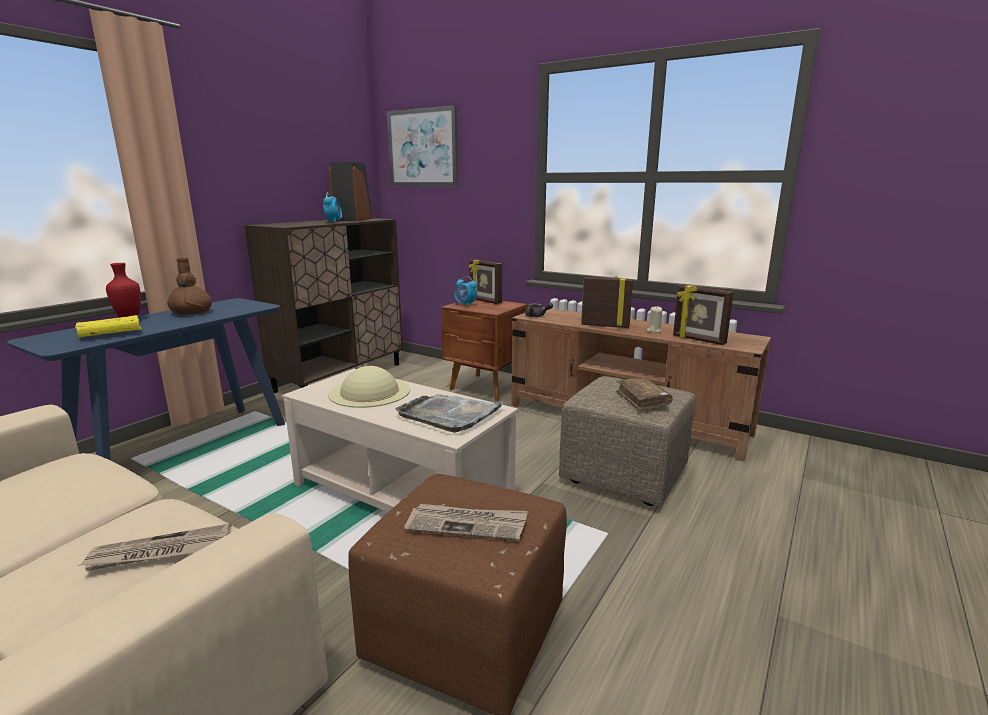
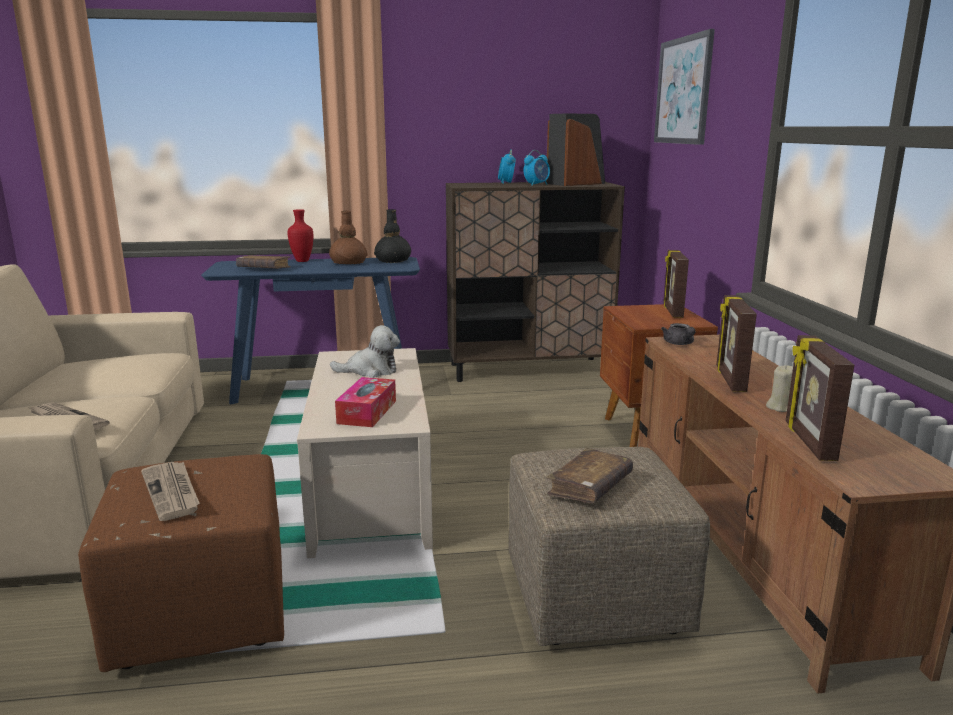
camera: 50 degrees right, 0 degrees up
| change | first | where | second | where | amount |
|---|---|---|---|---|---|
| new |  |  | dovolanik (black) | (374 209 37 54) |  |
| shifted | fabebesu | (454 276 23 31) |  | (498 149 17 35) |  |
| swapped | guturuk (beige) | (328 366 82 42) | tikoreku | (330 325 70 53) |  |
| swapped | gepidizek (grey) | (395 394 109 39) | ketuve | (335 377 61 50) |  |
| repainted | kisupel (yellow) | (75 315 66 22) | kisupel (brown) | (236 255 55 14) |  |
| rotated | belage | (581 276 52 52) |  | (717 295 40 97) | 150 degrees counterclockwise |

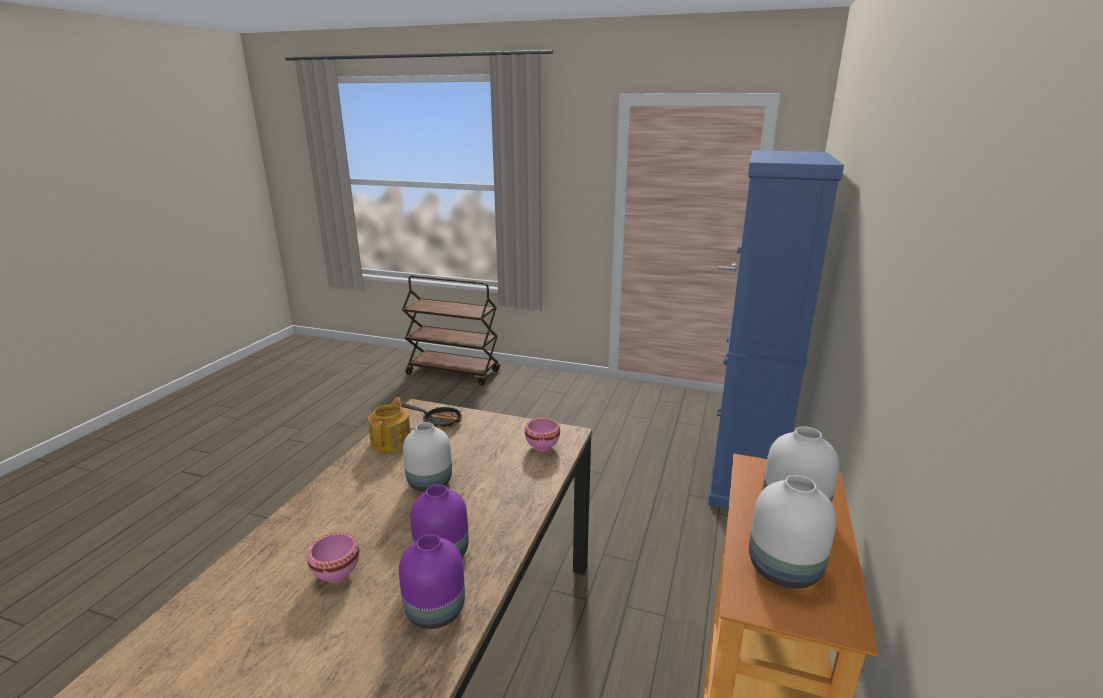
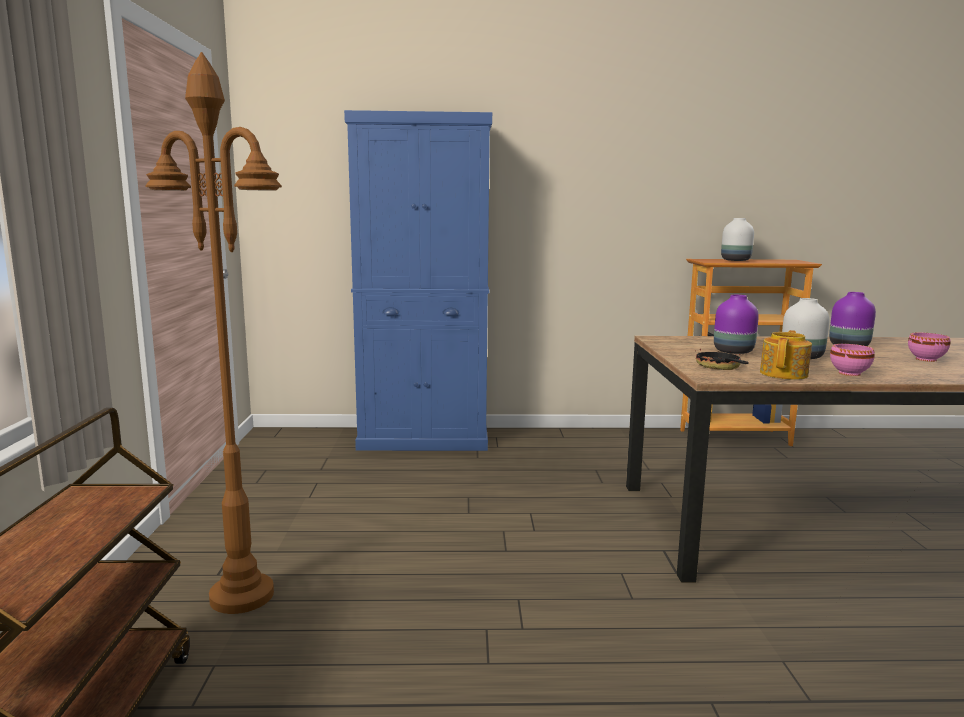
camera: 110 degrees left, 10 degrees down
| change | first | where | second | where | amount |
|---|---|---|---|---|---|
| gone | dovolanik (white) | (749 475 87 114) |  |  |  |
| new |  |  | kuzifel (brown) | (145 52 137 562) |  |
| shifted | dovolanik (purple) | (399 534 66 95) |  | (714 295 45 59) |  |
| shifted | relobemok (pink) | (525 418 35 34) |  | (830 344 45 32) |  |
| rotated | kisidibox | (368 398 43 55) |  | (760 330 52 50) | 135 degrees clockwise |

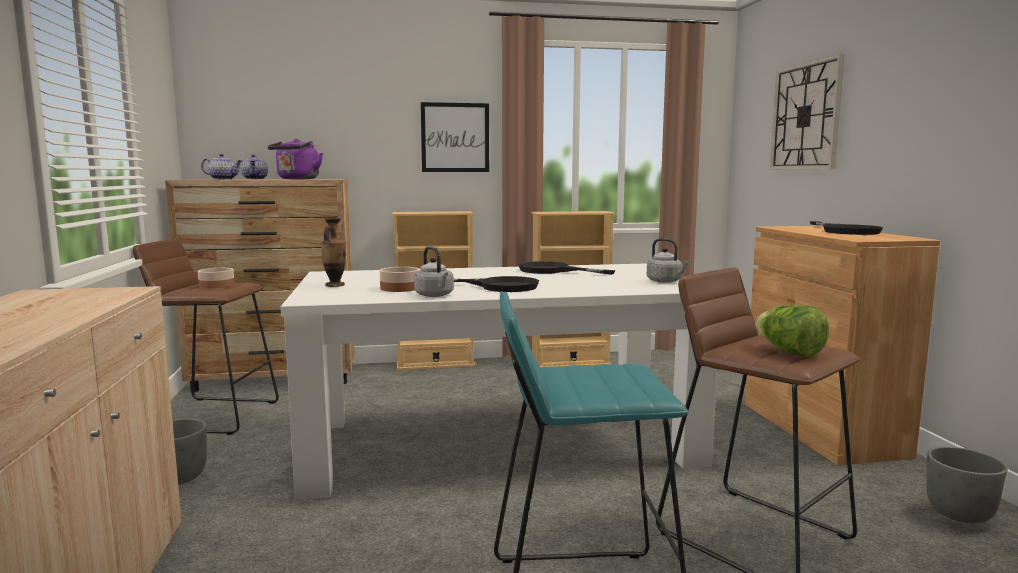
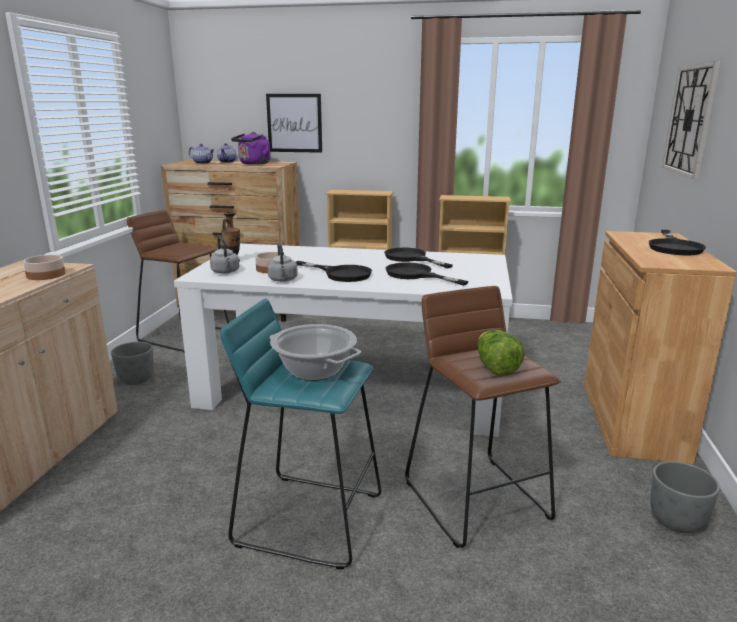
camera: 20 degrees right, 10 degrees up
| change | first | where | second | where | amount |
|---|---|---|---|---|---|
| new |  |  | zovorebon | (270 324 91 57) |  |
| new |  |  | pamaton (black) | (386 262 82 24) |  |
| shifted | relobemok | (198 268 36 20) |  | (23 255 42 25) |  |
| shifted | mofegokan | (421 102 68 70) |  | (266 94 56 59) |  |
| shifted | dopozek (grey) | (647 238 43 45) |  | (210 237 29 37) |  |

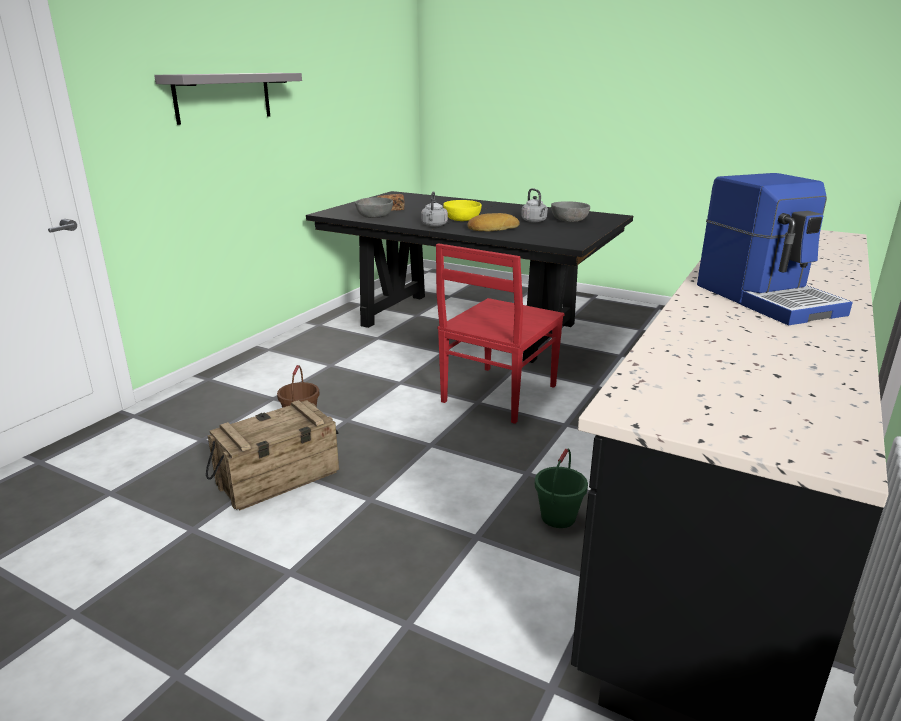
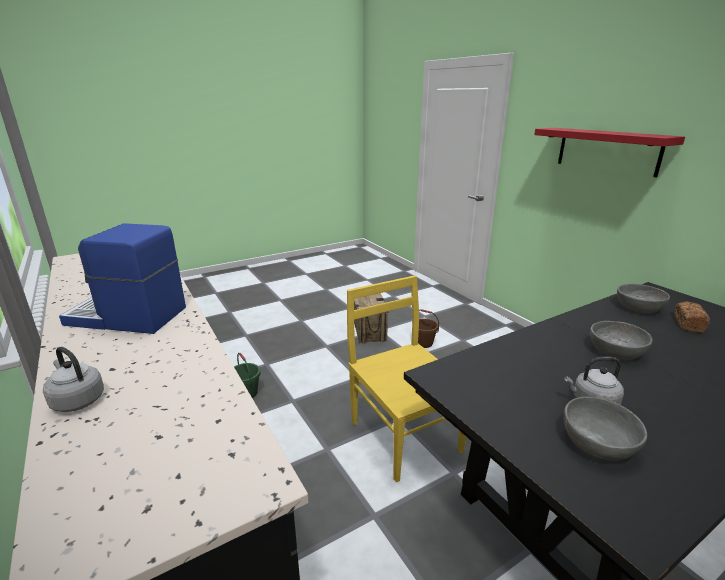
camera: 120 degrees right, 0 degrees up
| change | first | where | second | where | amount |
|---|---|---|---|---|---|
| gone | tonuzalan | (467 213 53 18) |  |  |  |
| shifted | dopozek (grey) | (421 191 27 36) |  | (43 347 61 65) |  |
| repainted | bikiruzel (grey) | (154 73 148 52) | bikiruzel (red) | (534 128 151 50) |  |
| repainted | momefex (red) | (436 243 128 181) | momefex (yellow) | (347 275 119 207) |  |
| repainted | relobemok (yellow) | (443 200 39 21) | relobemok (grey) | (590 321 62 39) |  |

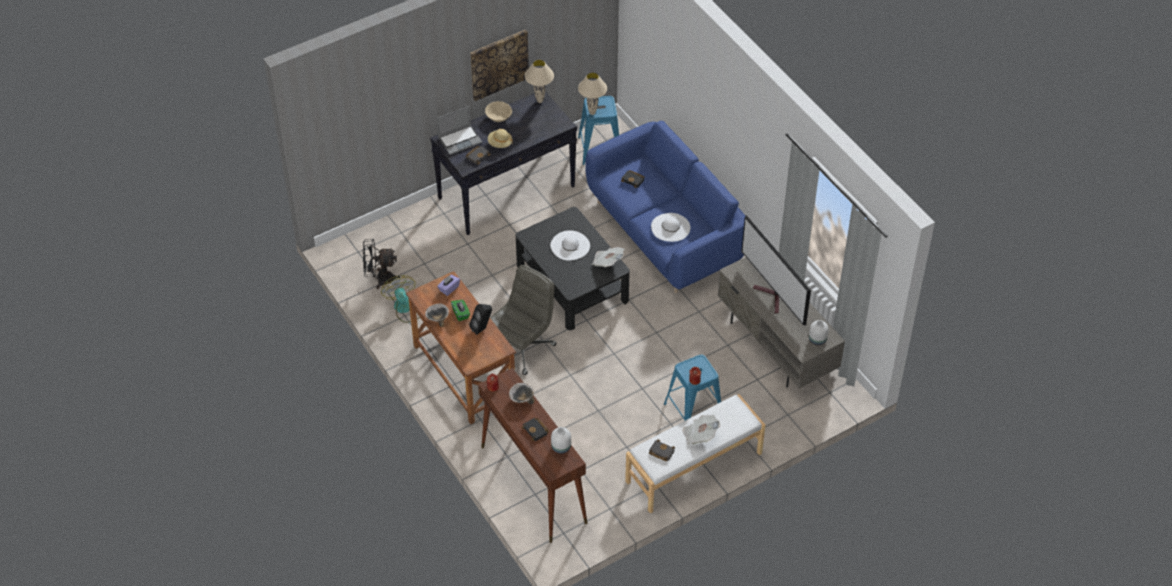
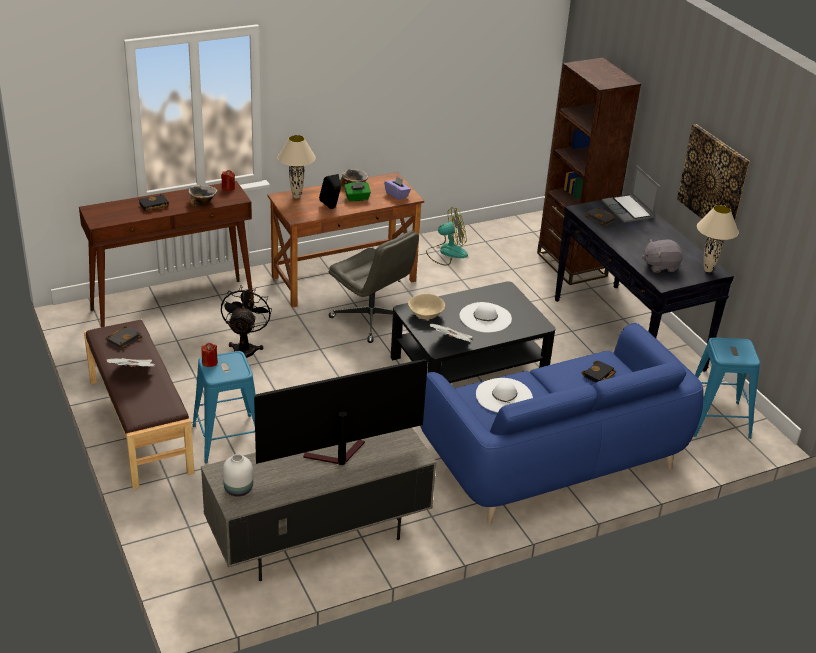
camera: 95 degrees right, 15 degrees down
| change | first | where | second | where | amount |
|---|---|---|---|---|---|
| gone | guturuk (beige) | (488 129 25 19) |  |  |  |
| gone | dovolanik (white) | (551 427 20 27) |  |  |  |
| new |  |  | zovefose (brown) | (537 57 104 228) |  |
| new |  |  | tikoreku (grey) | (642 239 41 34) |  |
| shifted | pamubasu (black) | (362 239 39 50) |  | (221 285 51 73) |  |
| shifted | relobemok (beige) | (485 101 27 21) |  | (408 294 37 26) |  |
| shifted | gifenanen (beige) | (578 72 29 43) |  | (278 135 38 63) |  |
| repainted | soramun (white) | (625 394 140 120) | soramun (brown) | (84 320 110 169) |  |

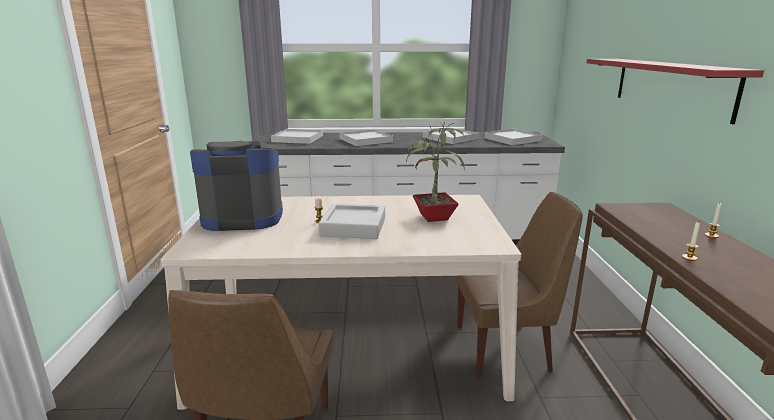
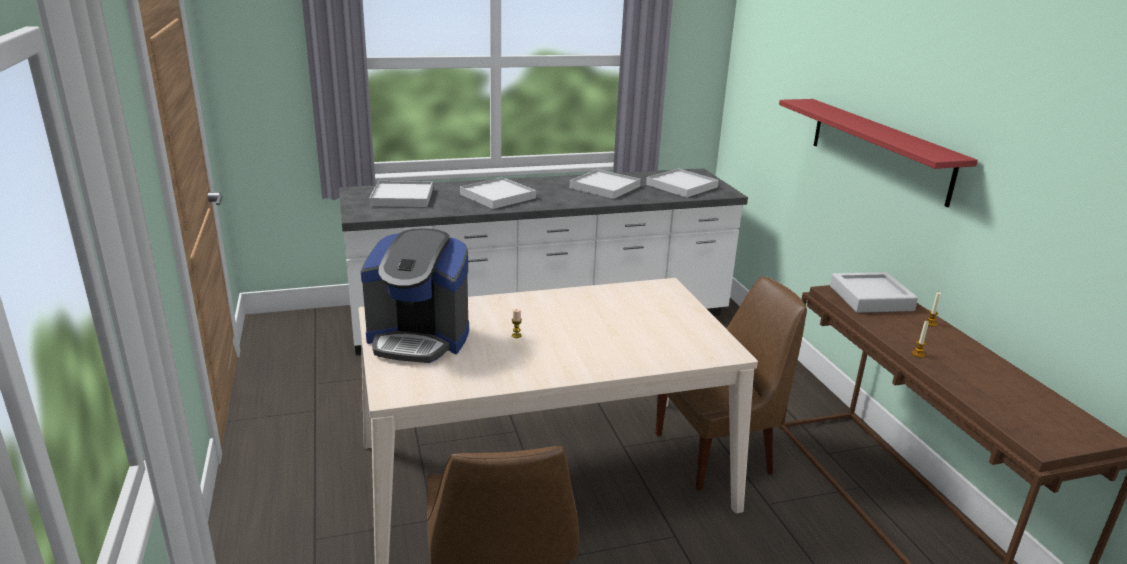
camera: 15 degrees left, 5 degrees up
| change | first | where | second | where | amount |
|---|---|---|---|---|---|
| gone | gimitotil | (406 122 59 100) |  |  |  |
| shifted | gepidizek (grey) | (318 204 67 35) |  | (830 272 88 41) |  |
| rotated | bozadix | (190 141 93 90) |  | (361 228 108 135) | 150 degrees counterclockwise |

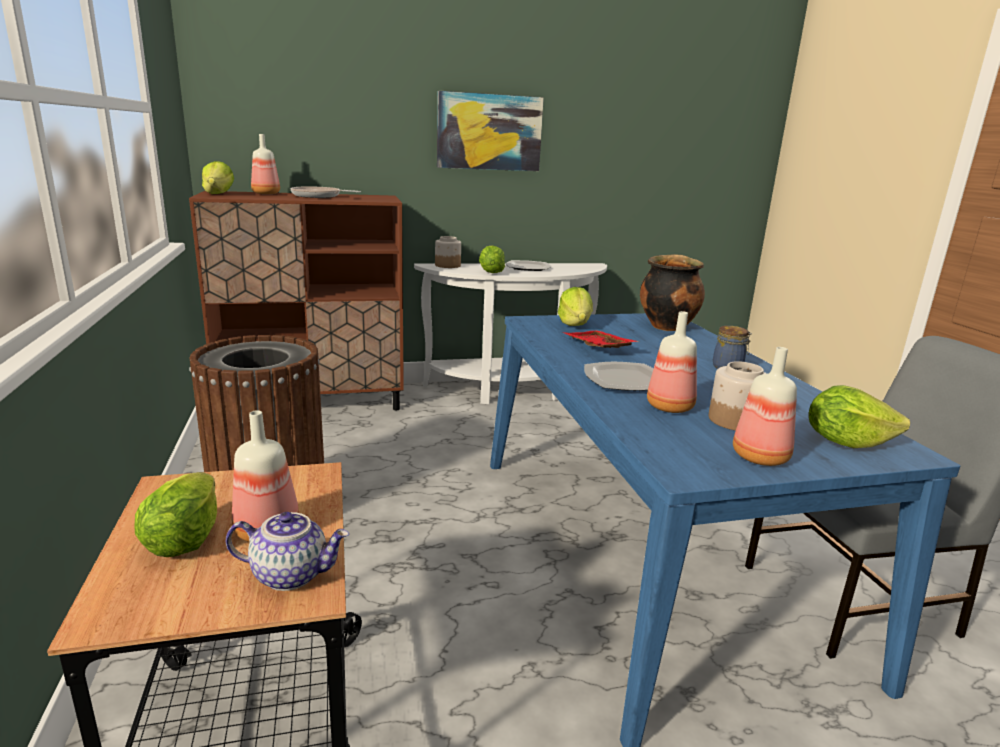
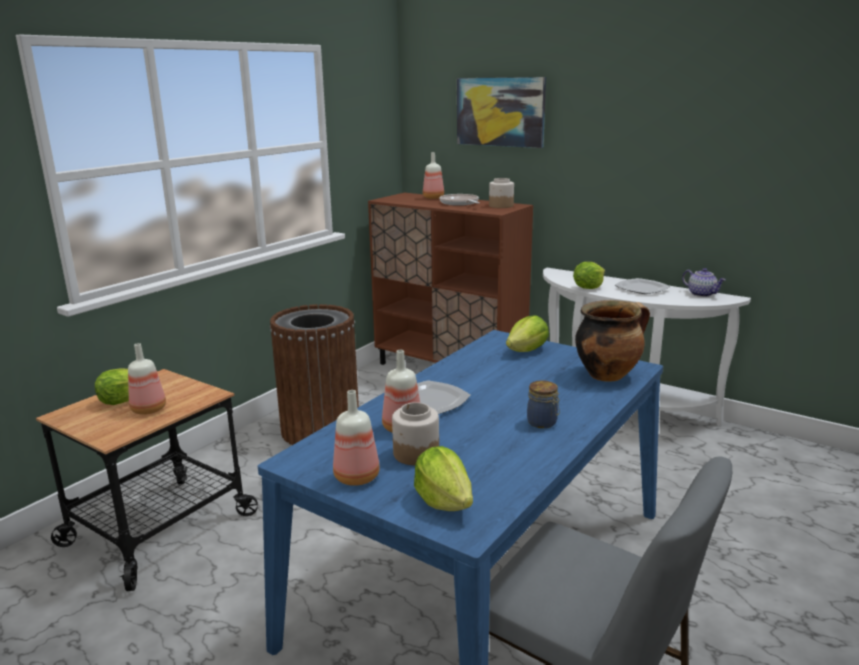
camera: 50 degrees right, 0 degrees up
| change | first | where | second | where | amount |
|---|---|---|---|---|---|
| gone | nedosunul | (202 161 32 33) |  |  |  |
| gone | gepidizek (red) | (563 331 76 17) |  |  |  |
| shifted | kisidibox | (226 512 123 79) |  | (682 268 44 29) |  |
| shifted | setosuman | (435 236 26 32) |  | (489 178 25 30) |  |
| shifted | mofegokan | (437 91 107 80) |  | (457 77 89 71) |  |

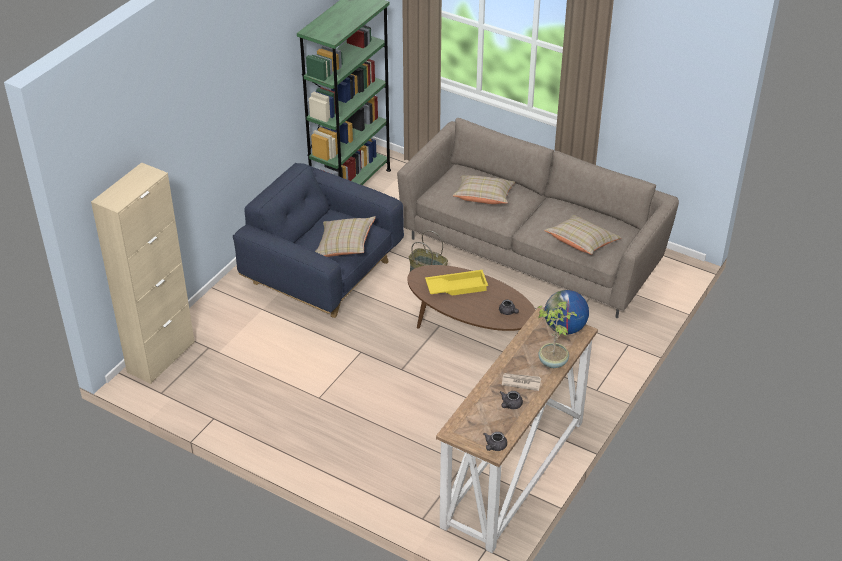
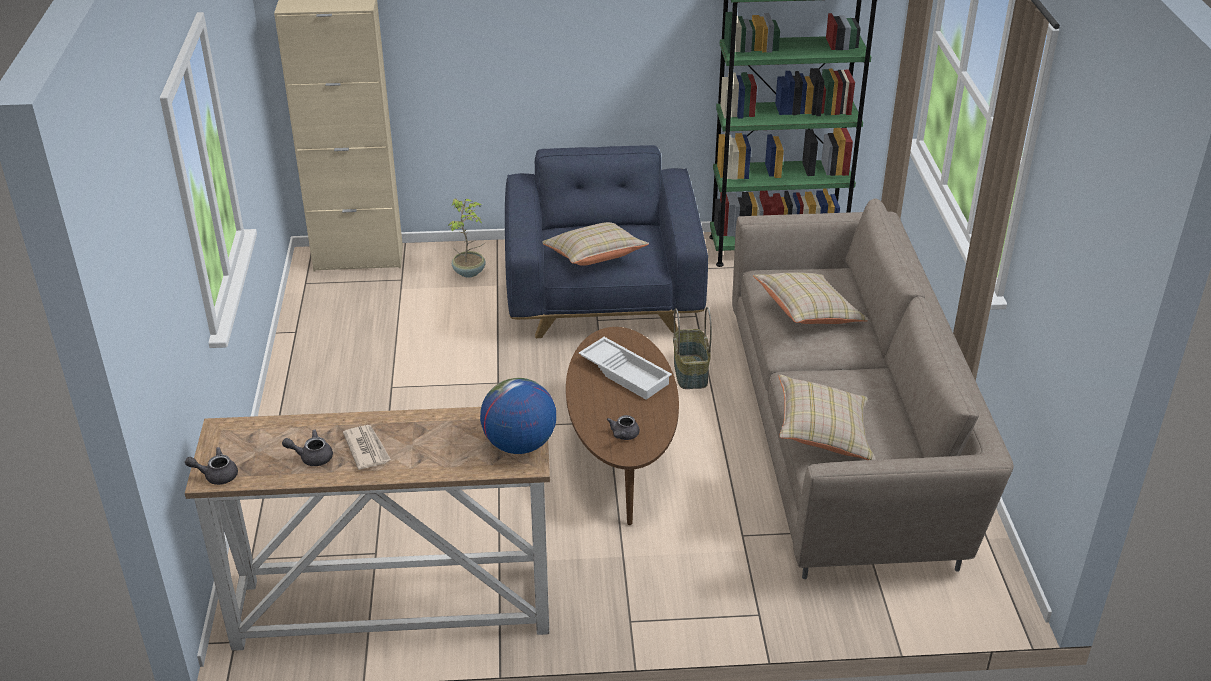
camera: 55 degrees right, 5 degrees down
| change | first | where | second | where | amount |
|---|---|---|---|---|---|
| shifted | gimitotil | (538 301 39 67) |  | (448 198 38 80) |  |
| repainted | gepidizek (yellow) | (425 270 63 26) | gepidizek (white) | (579 337 93 63) |  |

